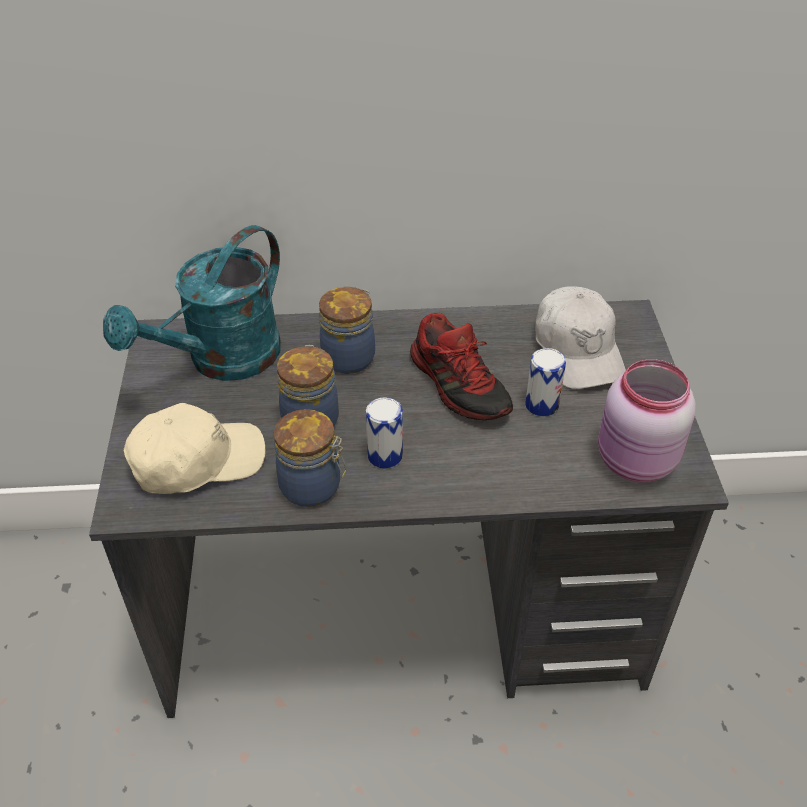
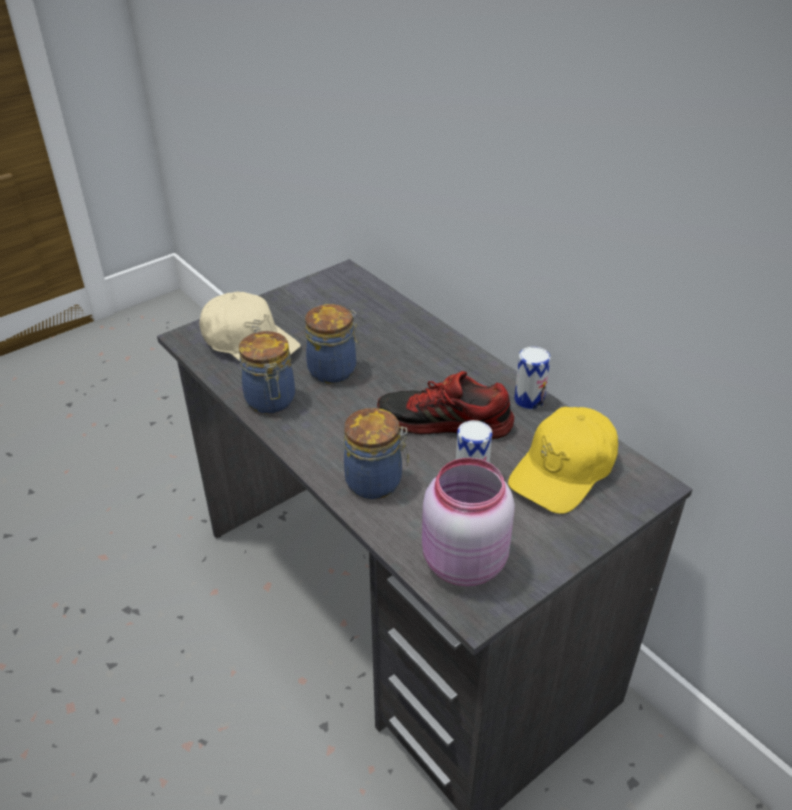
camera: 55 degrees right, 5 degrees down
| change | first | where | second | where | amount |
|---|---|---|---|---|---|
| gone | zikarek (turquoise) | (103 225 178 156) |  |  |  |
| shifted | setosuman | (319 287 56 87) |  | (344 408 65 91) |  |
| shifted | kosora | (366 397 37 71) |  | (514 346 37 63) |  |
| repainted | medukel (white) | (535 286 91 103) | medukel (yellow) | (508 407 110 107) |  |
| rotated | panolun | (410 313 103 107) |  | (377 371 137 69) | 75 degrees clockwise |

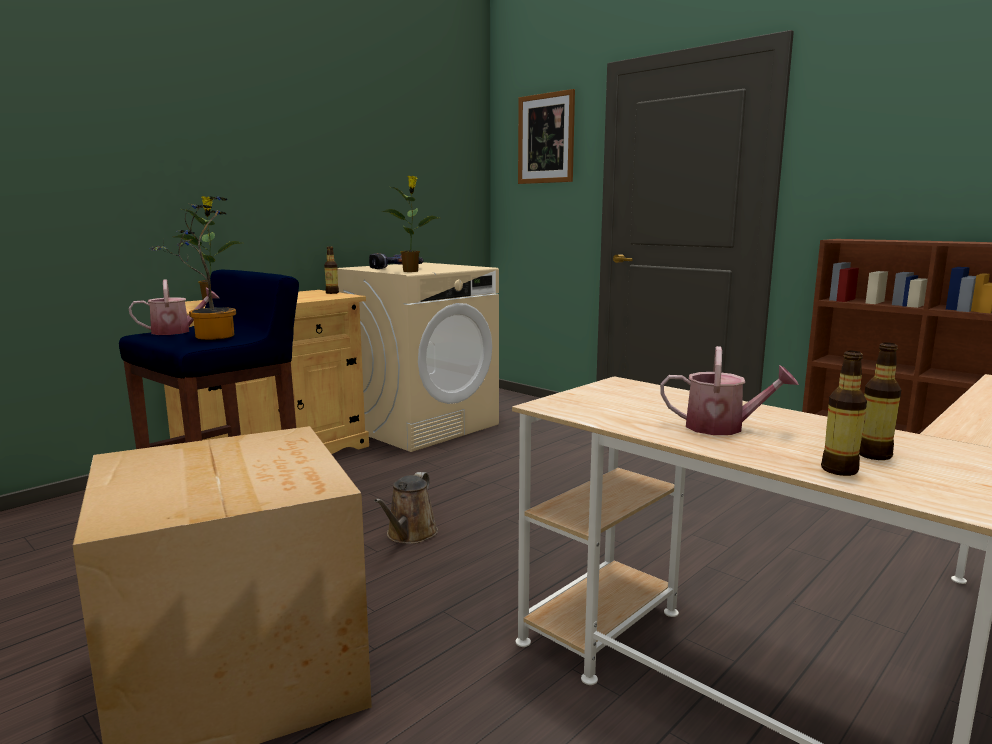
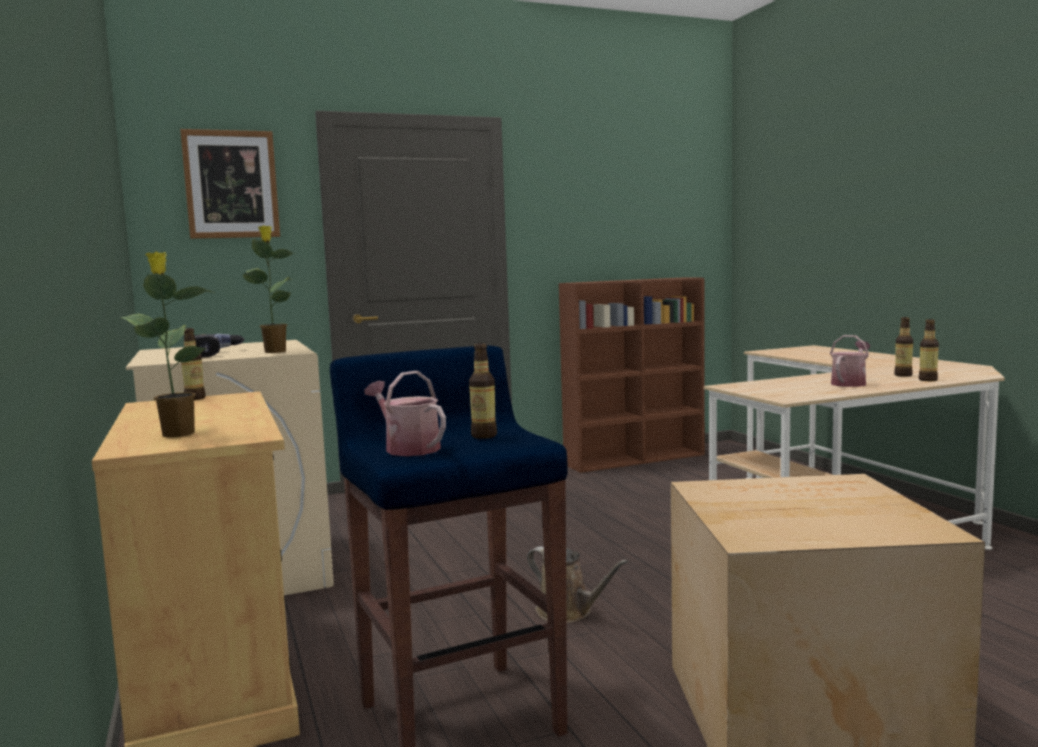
camera: 65 degrees left, 5 degrees down
| change | first | where | second | where | amount |
|---|---|---|---|---|---|
| swapped | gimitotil | (150 197 86 143) | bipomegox | (469 343 28 96) |  |
| rotated | zikarek | (128 279 92 56) |  | (364 371 82 85) | 45 degrees counterclockwise |

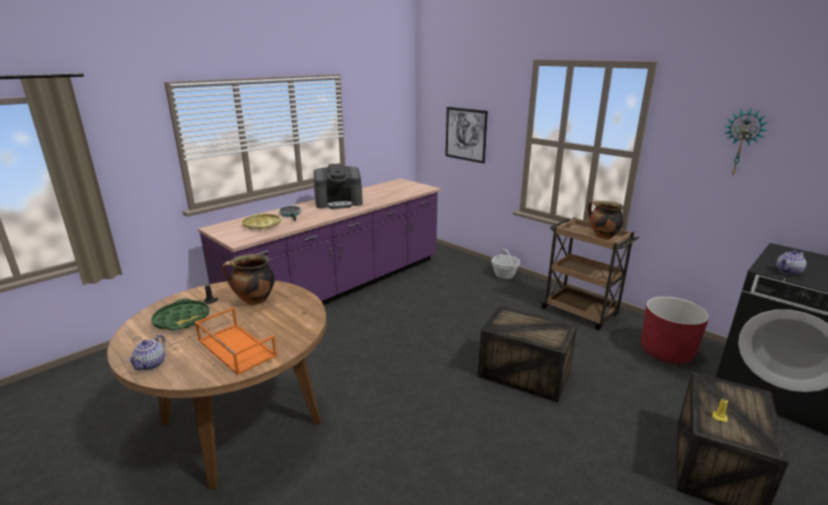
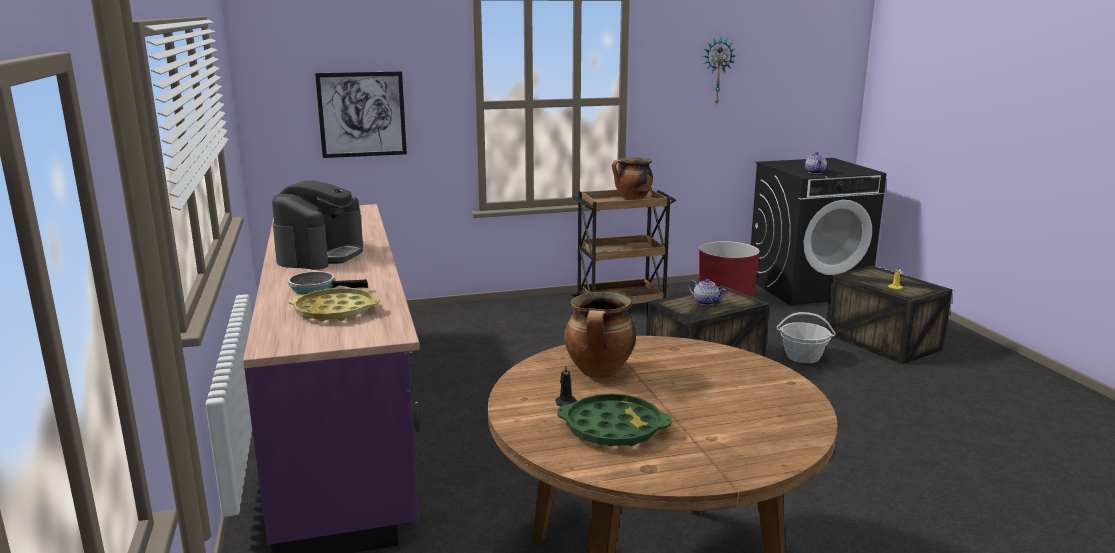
camera: 60 degrees left, 5 degrees down
| change | first | where | second | where | amount |
|---|---|---|---|---|---|
| gone | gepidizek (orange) | (195 307 82 68) |  |  |  |
| shifted | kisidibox | (127 335 39 35) |  | (688 279 38 27) |  |
| shifted | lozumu | (491 248 29 31) |  | (777 312 59 51) |  |

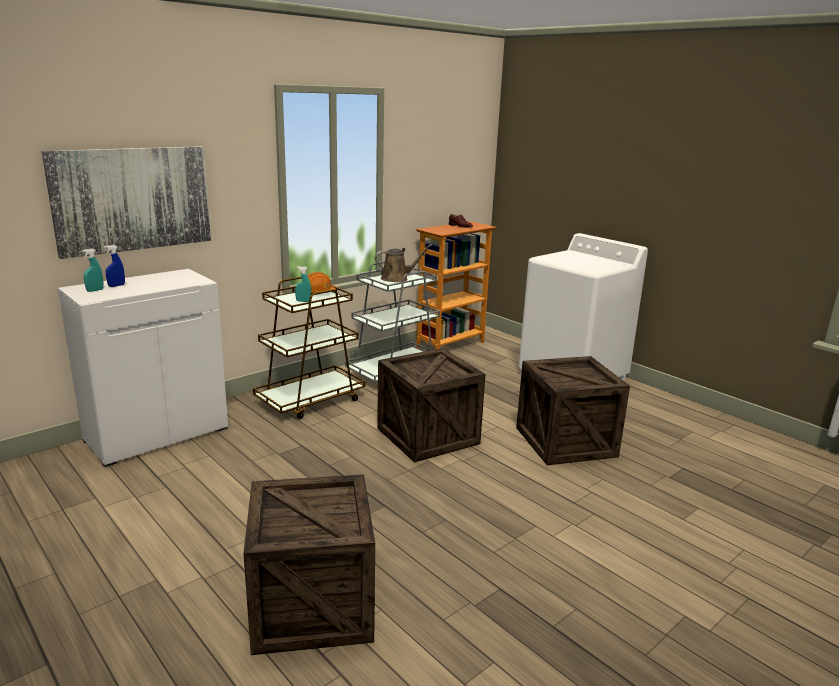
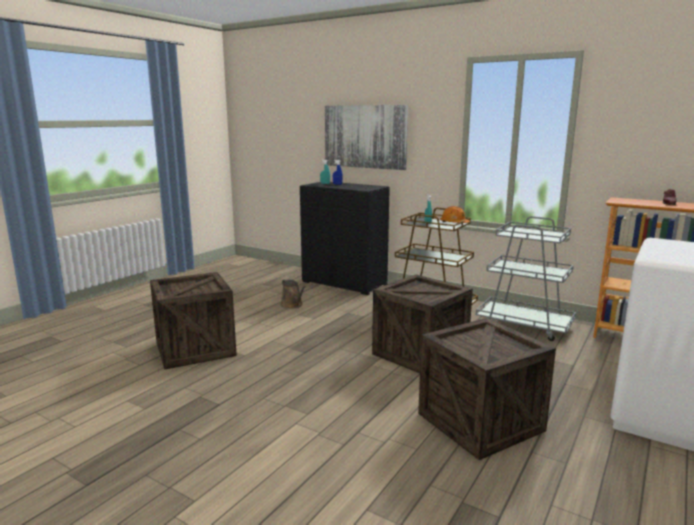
camera: 75 degrees right, 5 degrees down
| change | first | where | second | where | amount |
|---|---|---|---|---|---|
| shifted | zikarek (brown) | (375 244 57 38) |  | (280 279 26 30) |  |
| repainted | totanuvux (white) | (58 269 170 198) | totanuvux (black) | (300 182 90 113) |  |

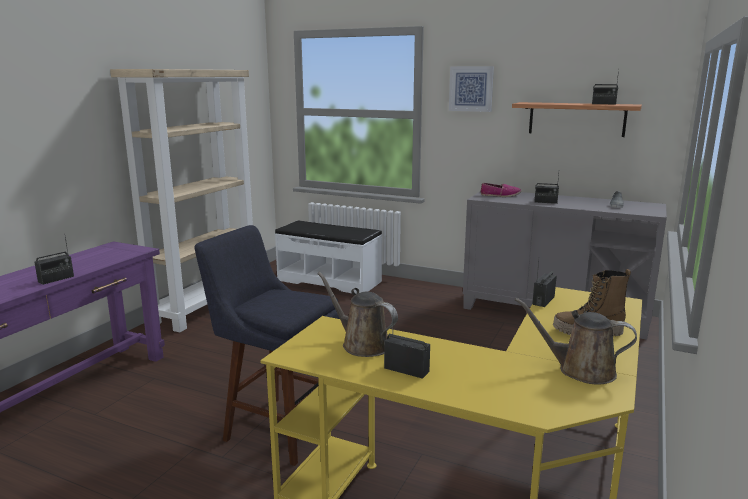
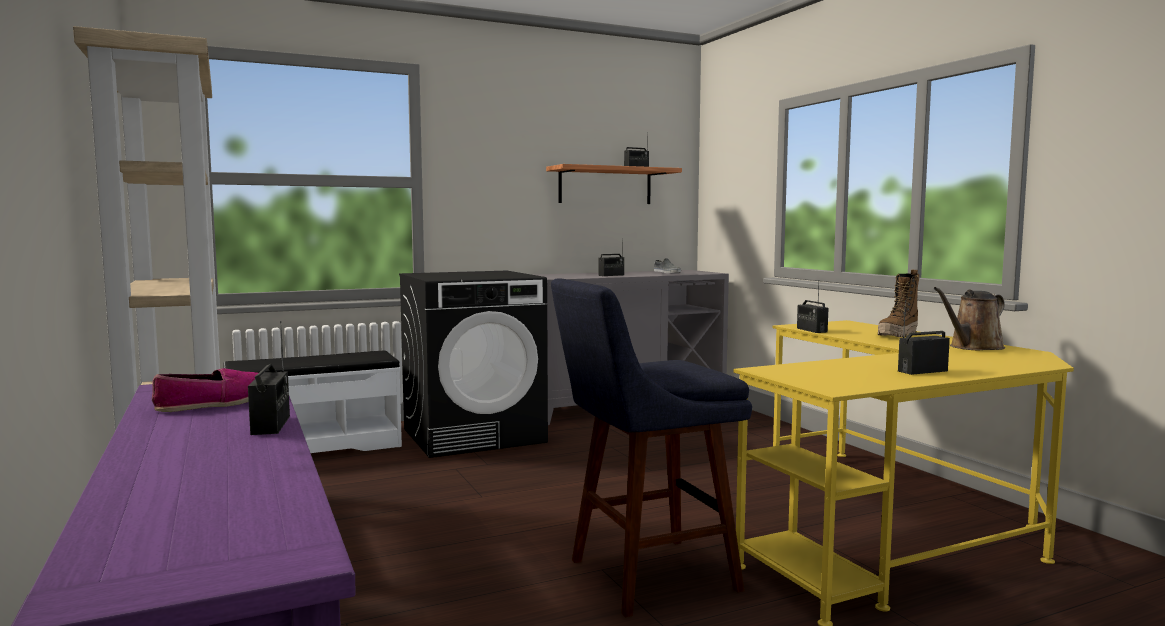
camera: 50 degrees left, 10 degrees down
| change | first | where | second | where | amount |
|---|---|---|---|---|---|
| gone | zikarek (brown) | (317 272 81 85) |  |  |  |
| gone | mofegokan | (449 66 45 46) |  |  |  |
| new |  |  | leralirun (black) | (399 271 149 187) |  |
| shifted | panolun | (480 183 41 14) |  | (152 368 106 44) |  |

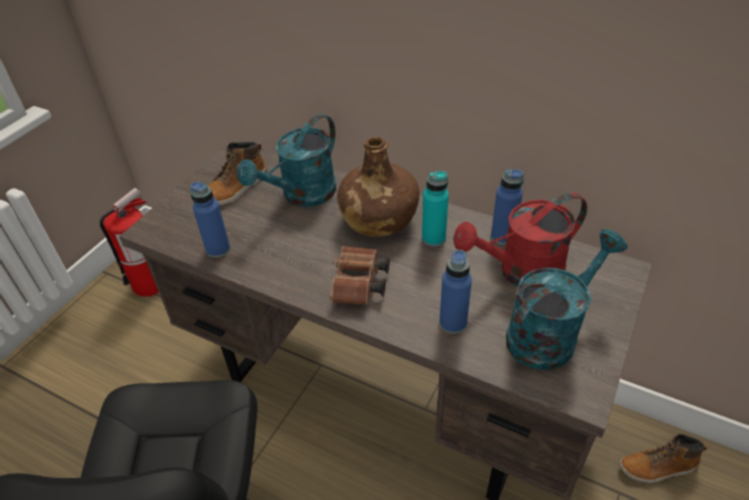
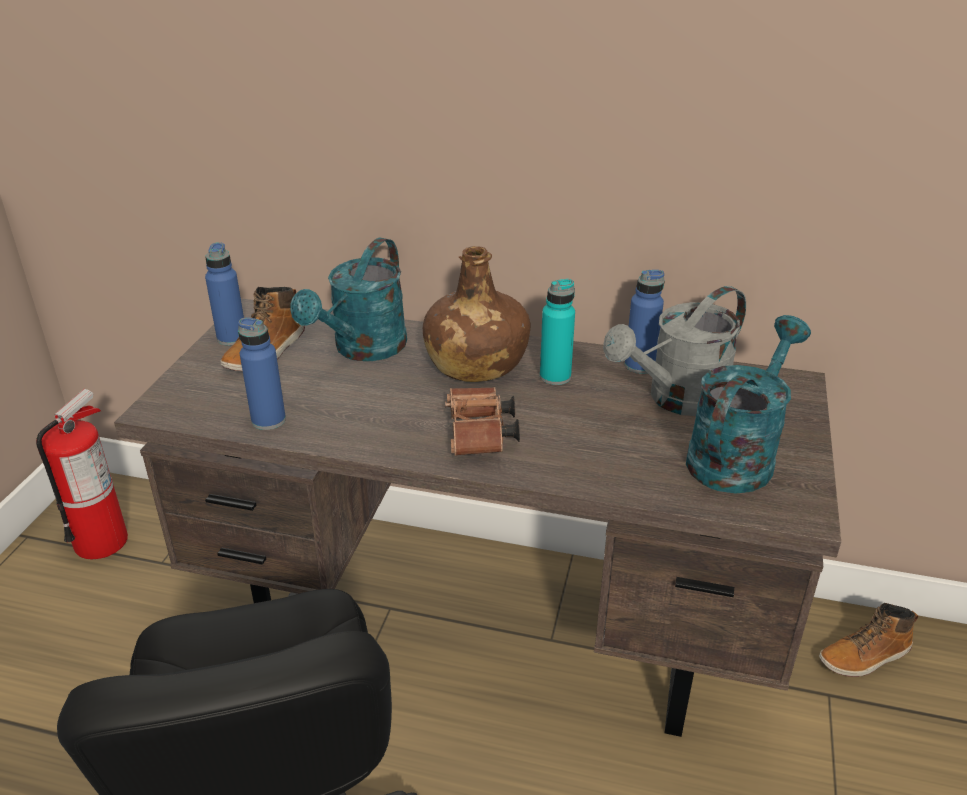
camera: 15 degrees left, 10 degrees down
| change | first | where | second | where | amount |
|---|---|---|---|---|---|
| shifted | bipomegox (blue) | (439 250 33 84) |  | (205 242 39 104) |  |
| repainted | zikarek (red) | (453 192 134 95) | zikarek (grey) | (603 286 143 130) |  |

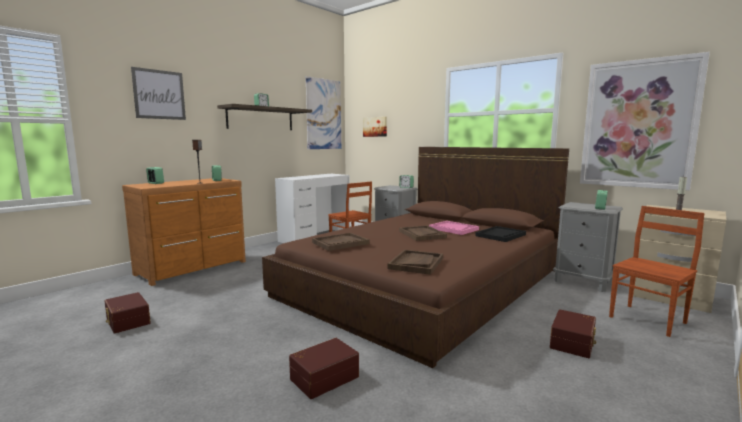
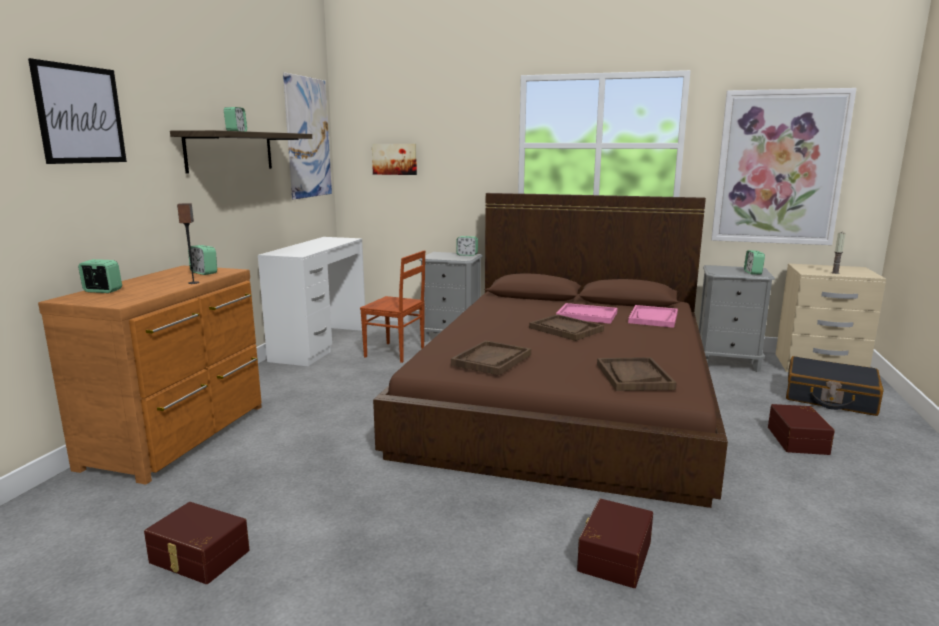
camera: 25 degrees left, 5 degrees up
| change | first | where | second | where | amount |
|---|---|---|---|---|---|
| swapped | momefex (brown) | (609 206 96 131) | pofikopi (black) | (786 356 97 60) |  |
| repainted | gepidizek (black) | (475 226 51 16) | gepidizek (pink) | (628 305 50 23) |  |

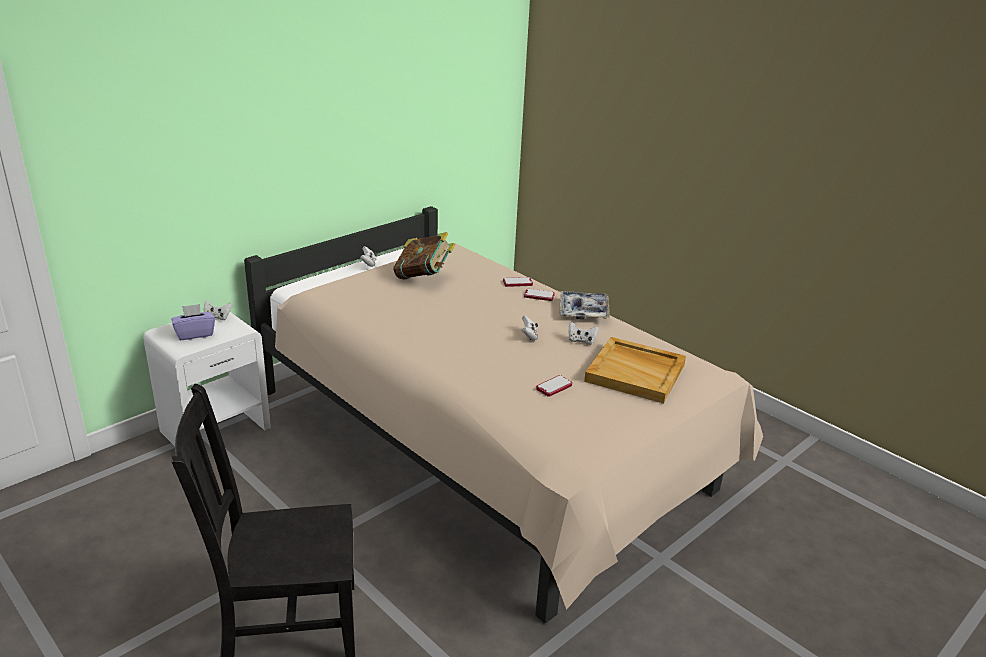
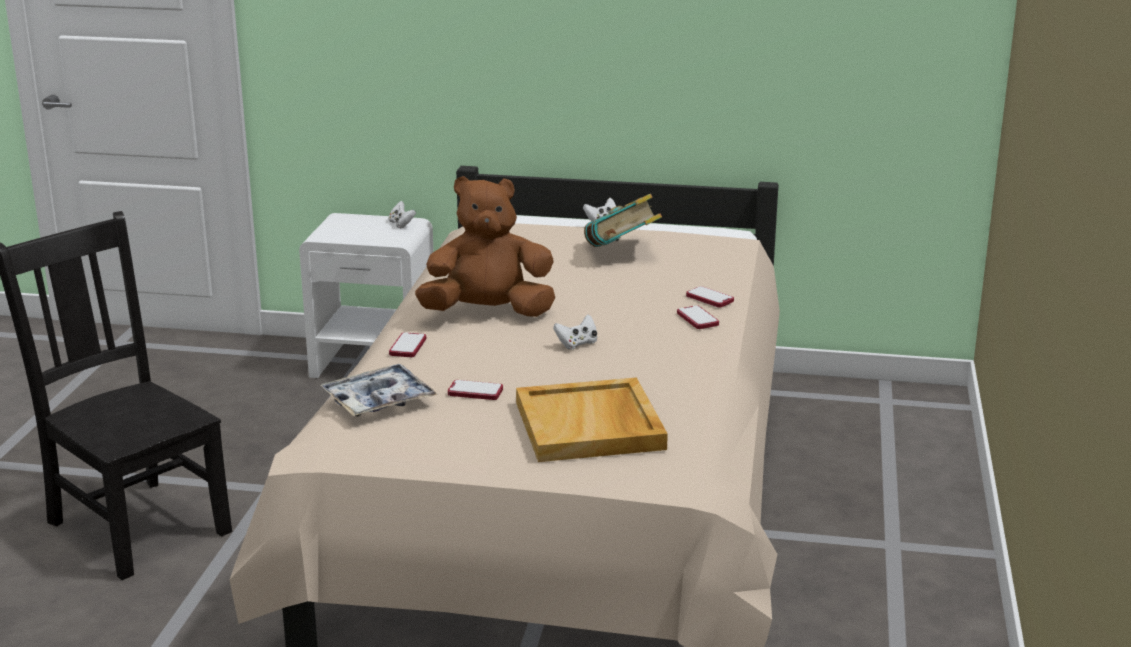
camera: 55 degrees right, 5 degrees down
| change | first | where | second | where | amount |
|---|---|---|---|---|---|
| gone | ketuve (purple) | (172 304 43 36) |  |  |  |
| gone | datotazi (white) | (568 322 30 23) |  |  |  |
| new |  |  | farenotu | (389 332 37 25) |  |
| new |  |  | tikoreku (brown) | (415 176 140 141) |  |
| shifted | gepidizek | (559 291 51 28) |  | (321 364 116 53) |  |

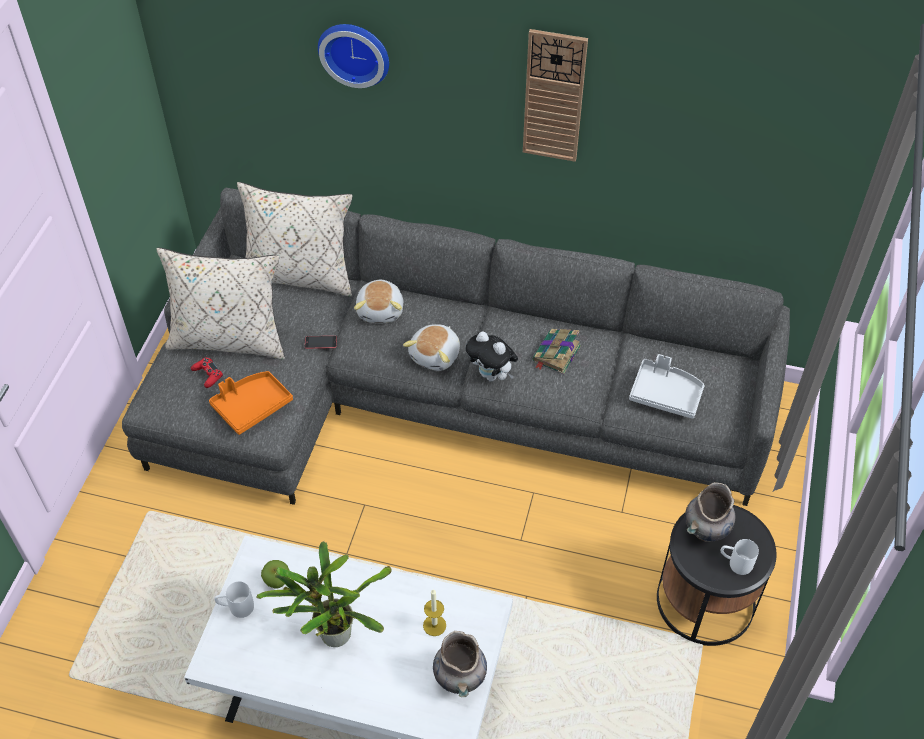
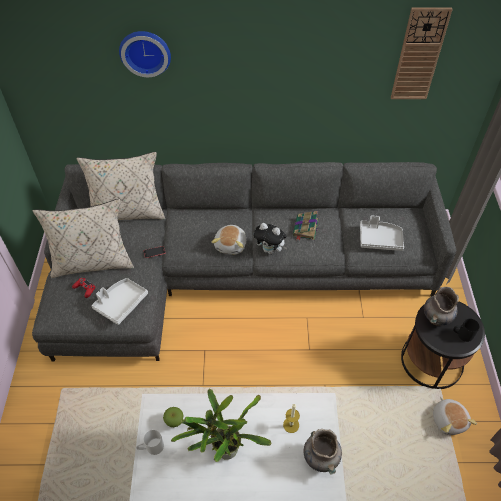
camera: 15 degrees left, 0 degrees up
| change | first | where | second | where | amount |
|---|---|---|---|---|---|
| shifted | tikoreku | (354 280 49 43) |  | (433 397 44 38) |  |
| shifted | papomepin | (523 29 65 133) |  | (391 7 62 92) |  |
| repainted | gepidizek (orange) | (209 371 84 64) | gepidizek (white) | (91 278 57 47) |  |
| repainted | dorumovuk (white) | (720 539 39 36) | dorumovuk (black) | (453 319 27 23) |  |

